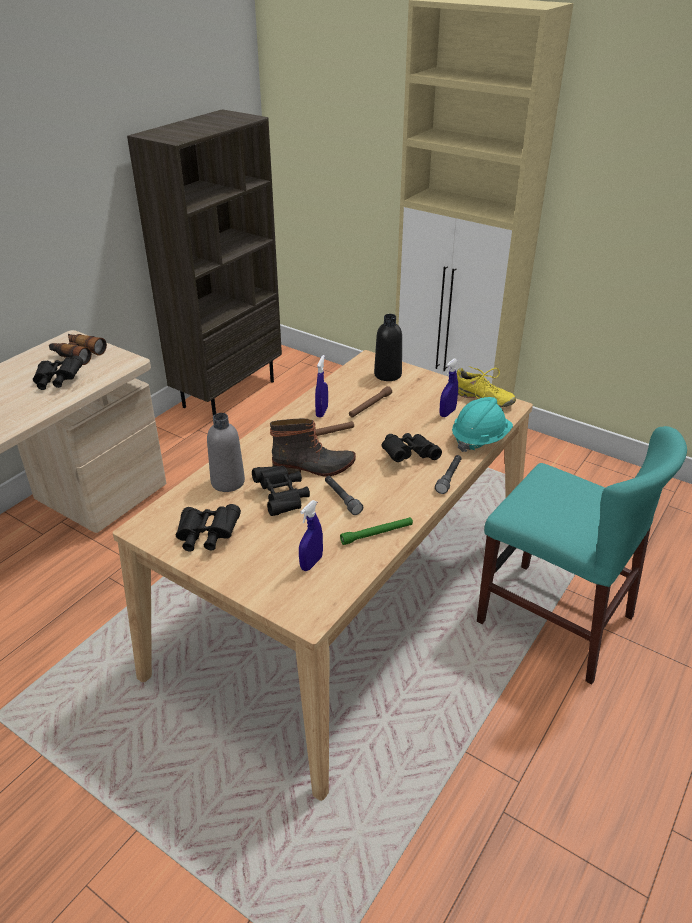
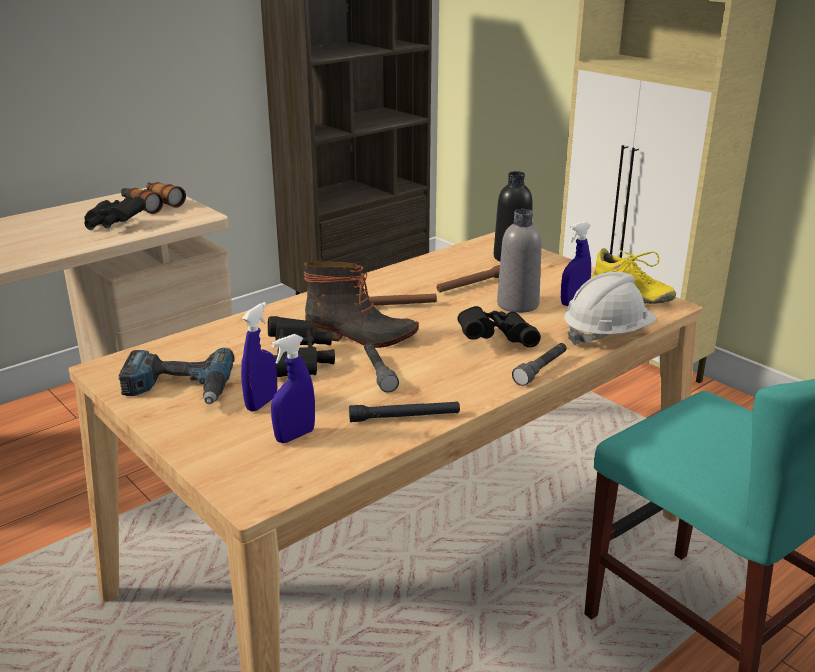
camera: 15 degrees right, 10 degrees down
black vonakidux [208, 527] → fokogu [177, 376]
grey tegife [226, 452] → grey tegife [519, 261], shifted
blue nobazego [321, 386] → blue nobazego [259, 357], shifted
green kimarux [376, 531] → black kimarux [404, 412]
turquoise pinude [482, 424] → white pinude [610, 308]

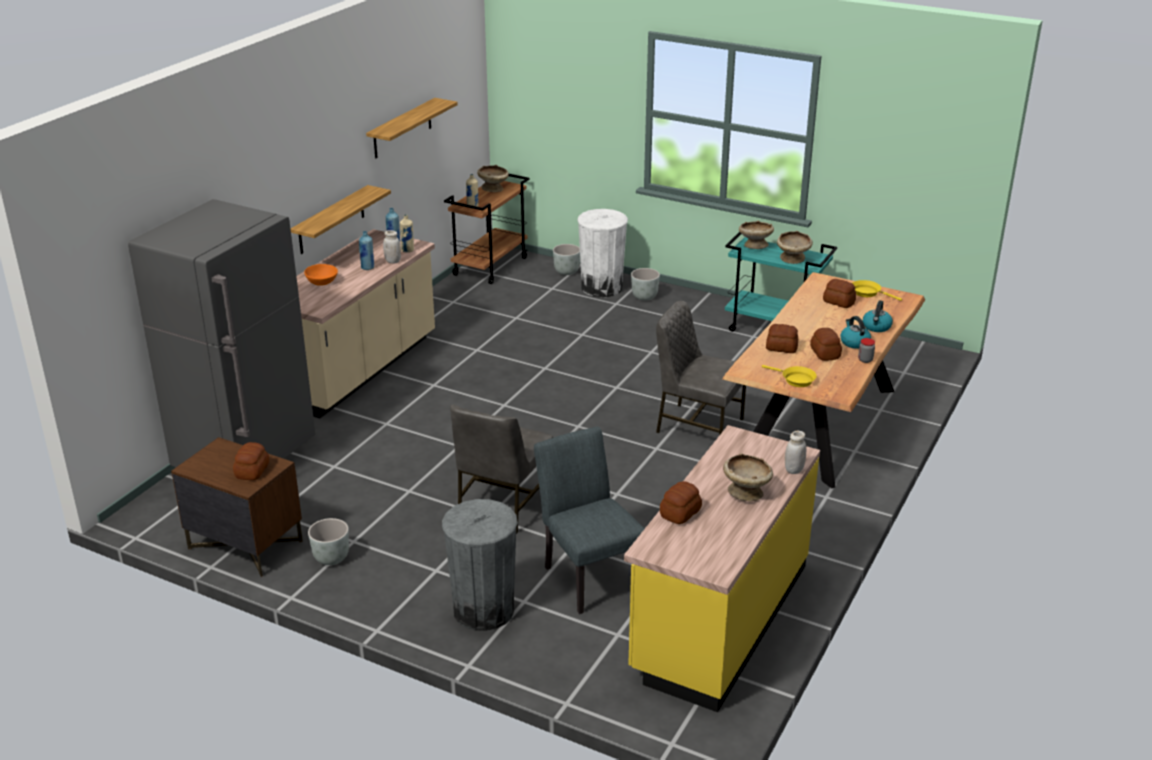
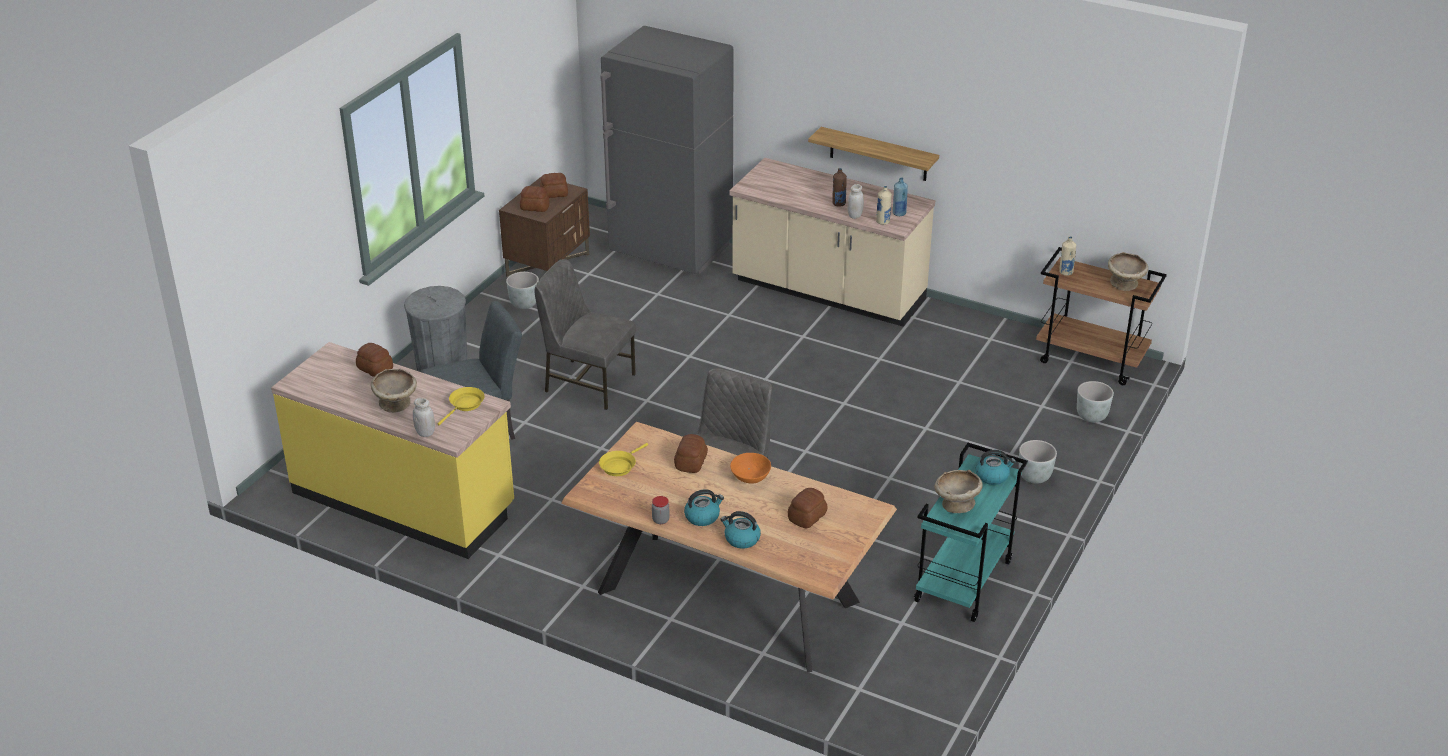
camera: 90 degrees right, 5 degrees up
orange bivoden [321, 275] → orange bivoden [750, 468], shifted
blue tegife [366, 250] → brown tegife [839, 187]
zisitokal [412, 128] → -
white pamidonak [602, 253] → -
beige bivoden [756, 235] → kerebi [996, 467]
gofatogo [826, 344] → gofatogo [554, 185], shifted
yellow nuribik [877, 290] → yellow nuribik [461, 406], shifted

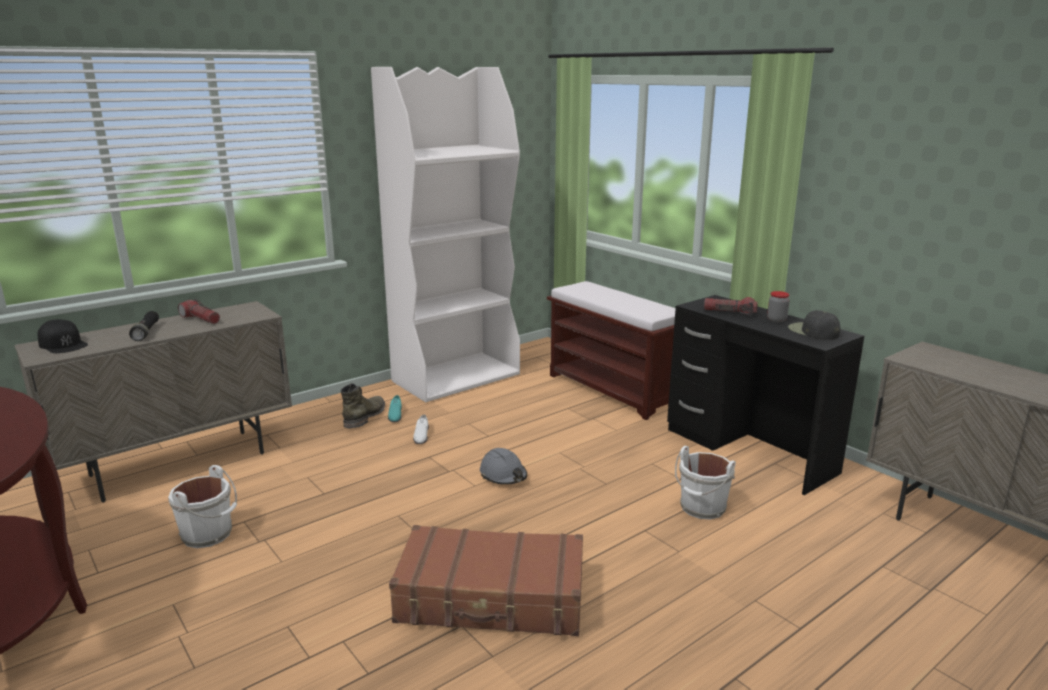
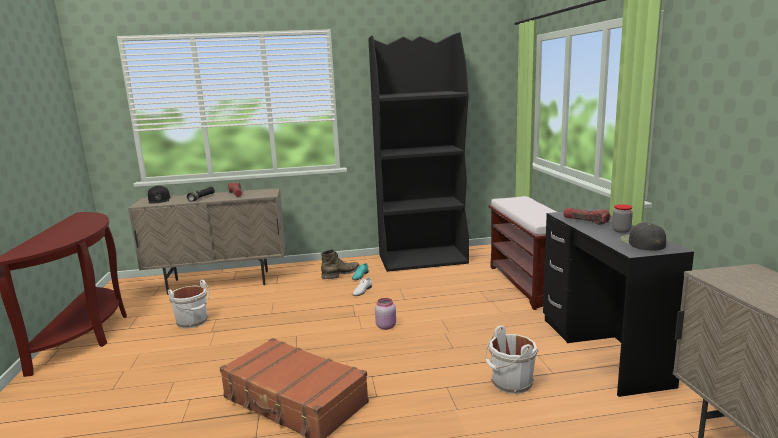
camera: 30 degrees right, 5 degrees down
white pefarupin [445, 234] → black pefarupin [418, 152]
grey pinude [503, 466] → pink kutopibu [385, 314]

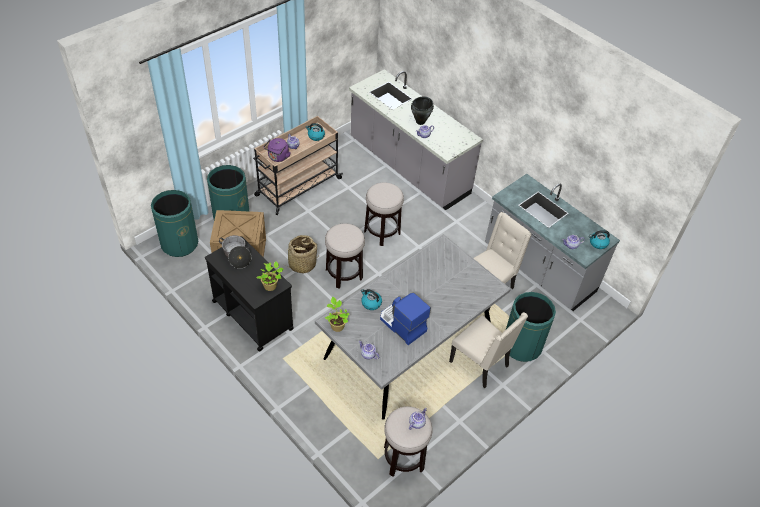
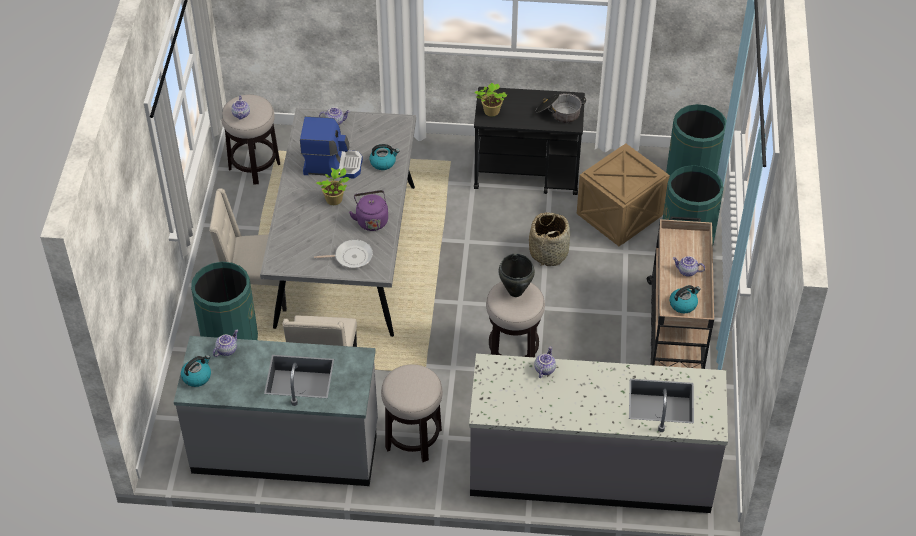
camera: 140 degrees right, 0 degrees up
purple kerebi [277, 150] → purple kerebi [368, 210], shifted
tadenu [345, 256] → tadenu [412, 413], shifted
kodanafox [337, 314] → kodanafox [333, 186], shifted
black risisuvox [422, 110] → black risisuvox [517, 275], shifted
- → nuribik [343, 254]

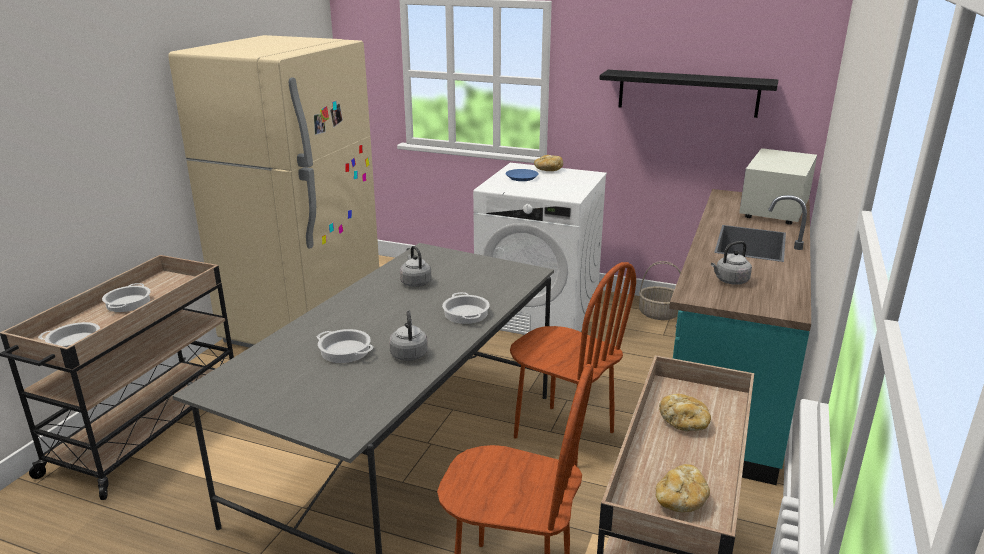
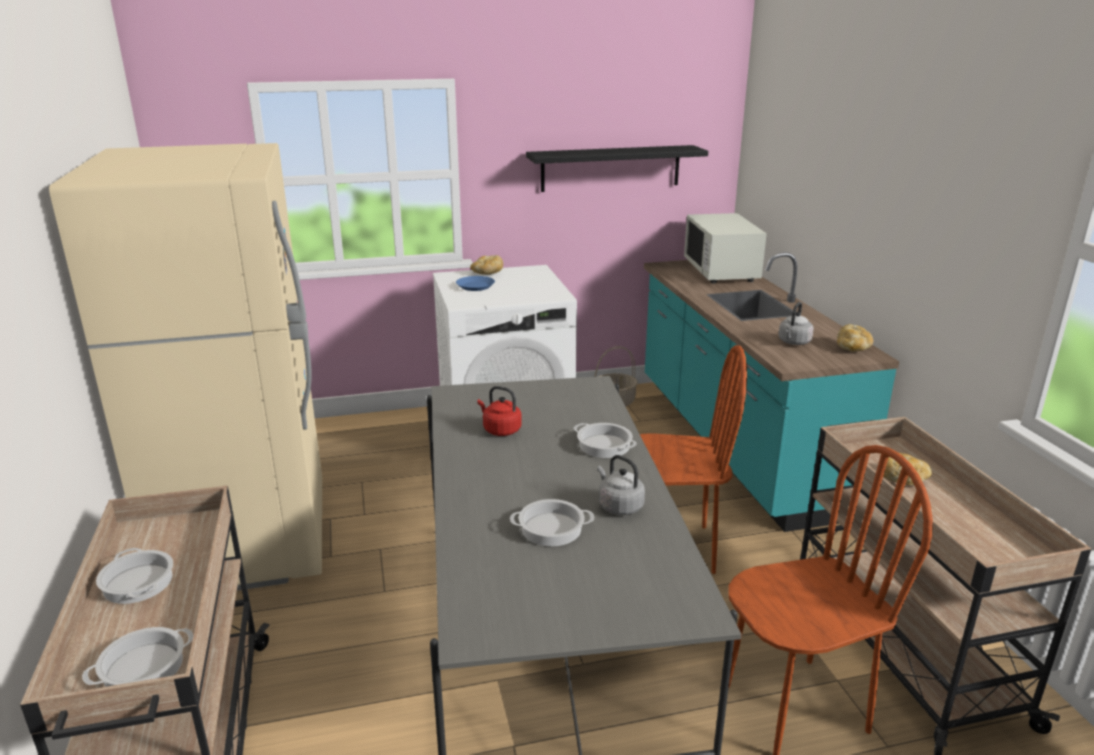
camera: 35 degrees left, 0 degrees up
grey kerebi [415, 266] → red kerebi [499, 411]
gofatogo [683, 488] → gofatogo [855, 338], shifted

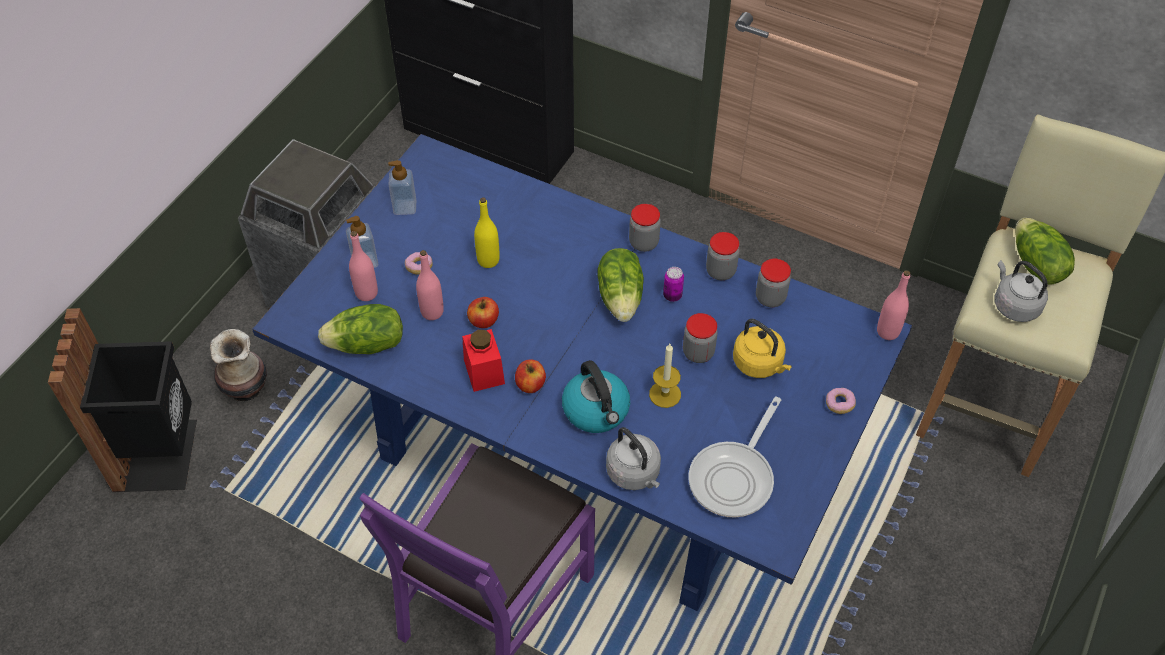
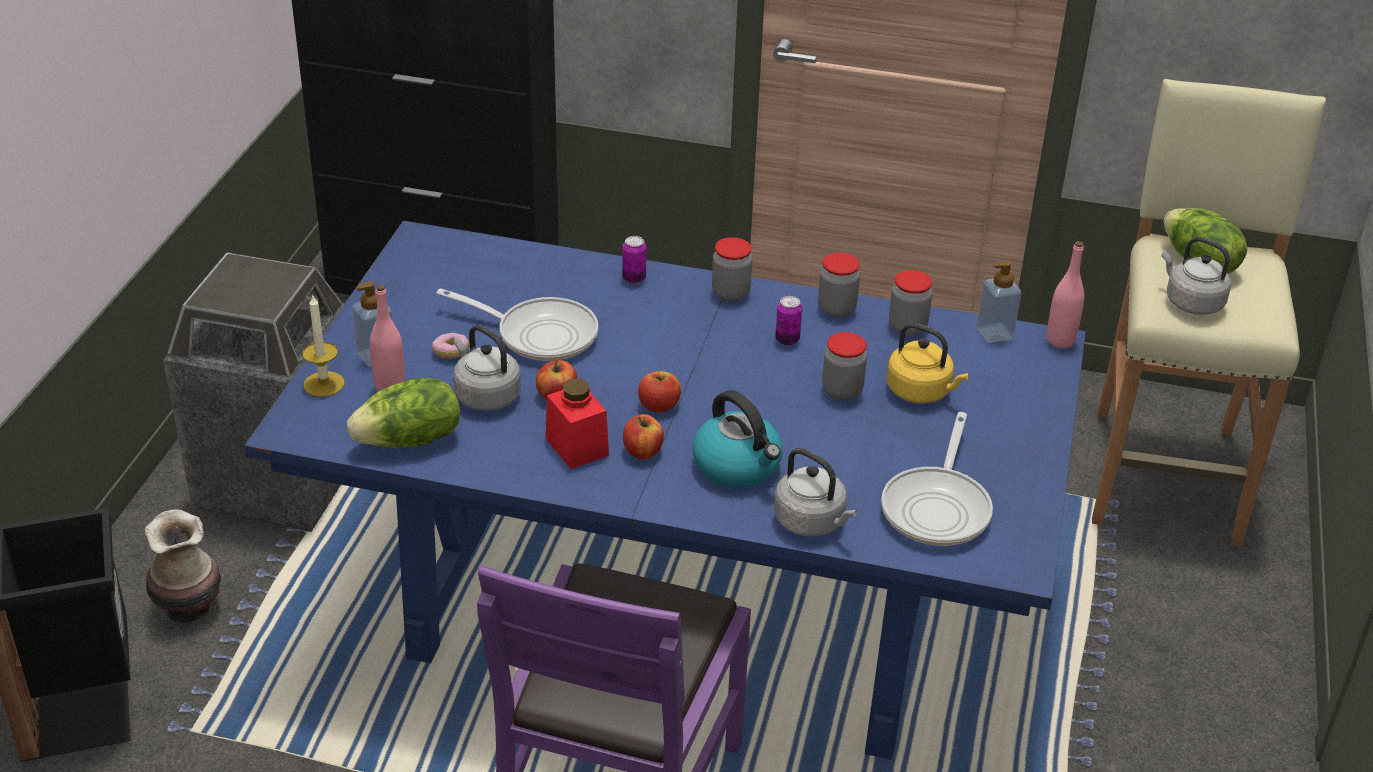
camera: 15 degrees left, 15 degrees down
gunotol [402, 187] → gunotol [999, 301], shifted
pink tegife [430, 285] → grey kerebi [487, 368]
yellow tegife [487, 232] → nuribik [517, 324]
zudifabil [620, 285] → -
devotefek [665, 376] → devotefek [323, 345], shifted
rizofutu [841, 401] → -
- → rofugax [634, 260]
- → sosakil [659, 391]

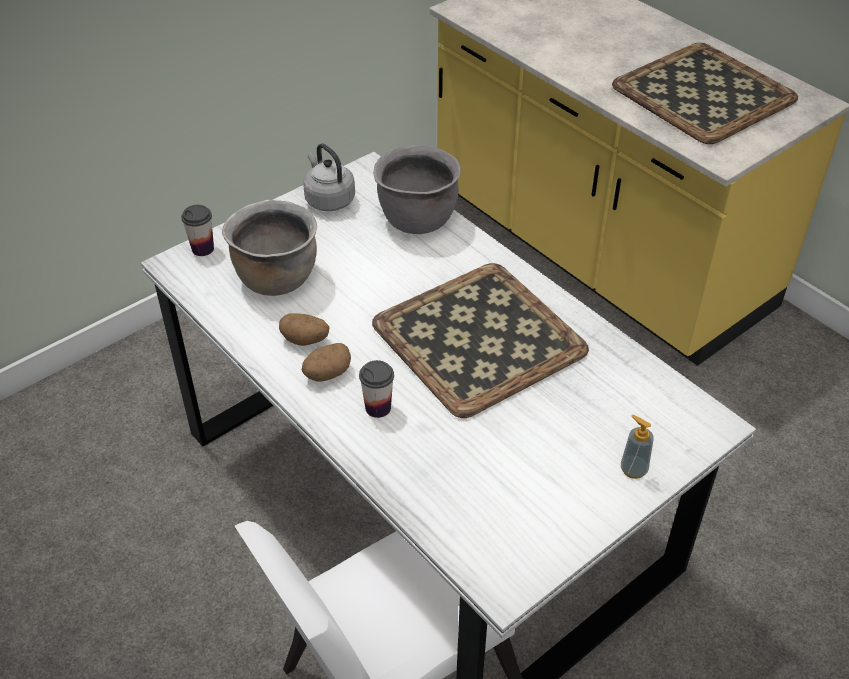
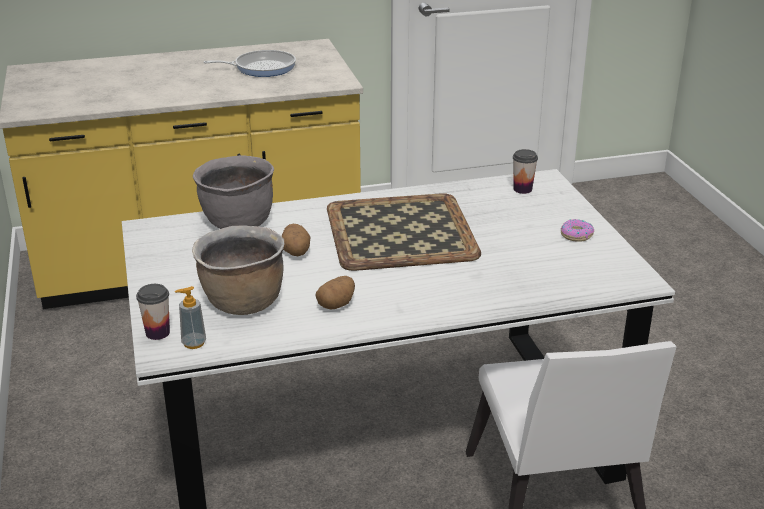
camera: 65 degrees left, 15 degrees down
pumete [326, 362] → pumete [296, 240], shifted
grey kerebi [329, 177] → -
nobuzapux [376, 389] → nobuzapux [525, 171], shifted
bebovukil [705, 93] → nuribik [250, 63]
gunotol [637, 447] → gunotol [190, 317], shifted
- → rizofutu [577, 230]

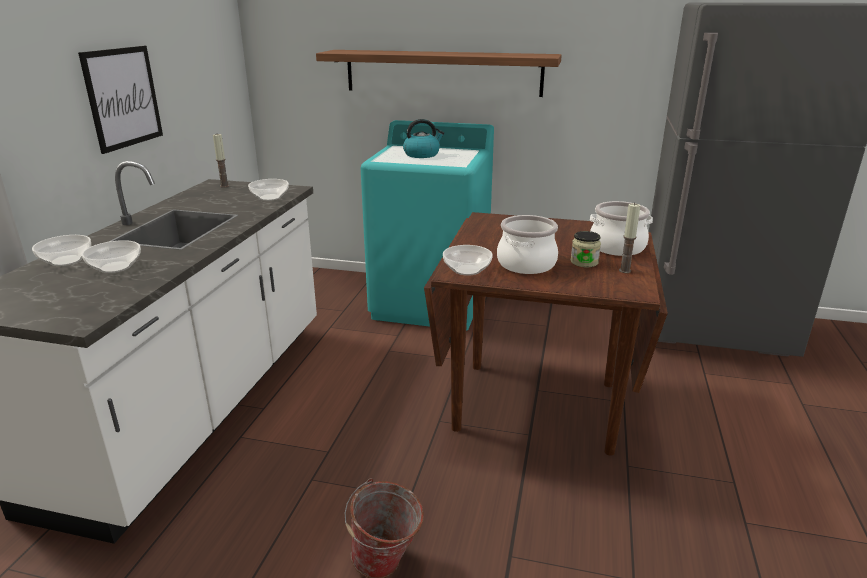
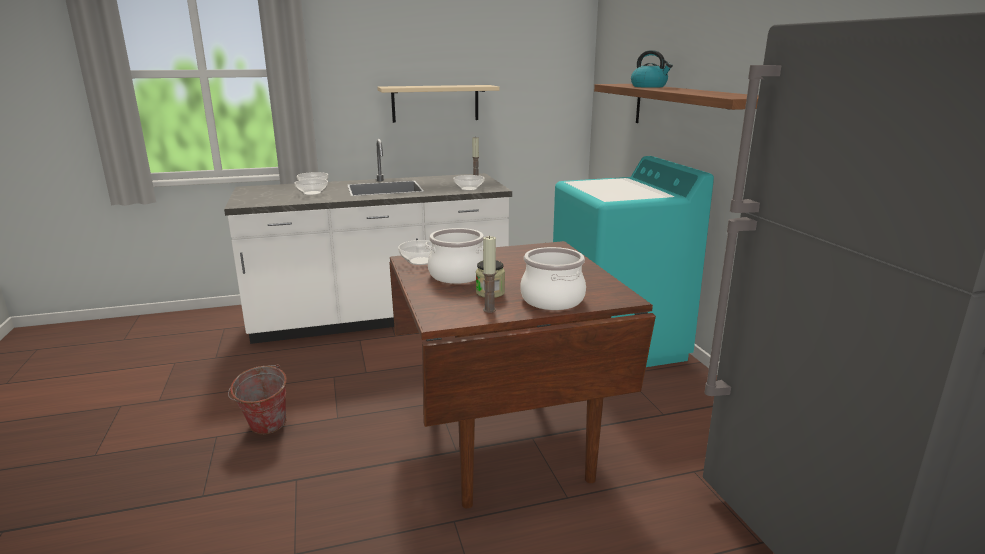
camera: 60 degrees right, 5 degrees down
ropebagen [120, 100] → beige zisitokal [438, 104]
kerebi [423, 138] → kerebi [652, 69], shifted

